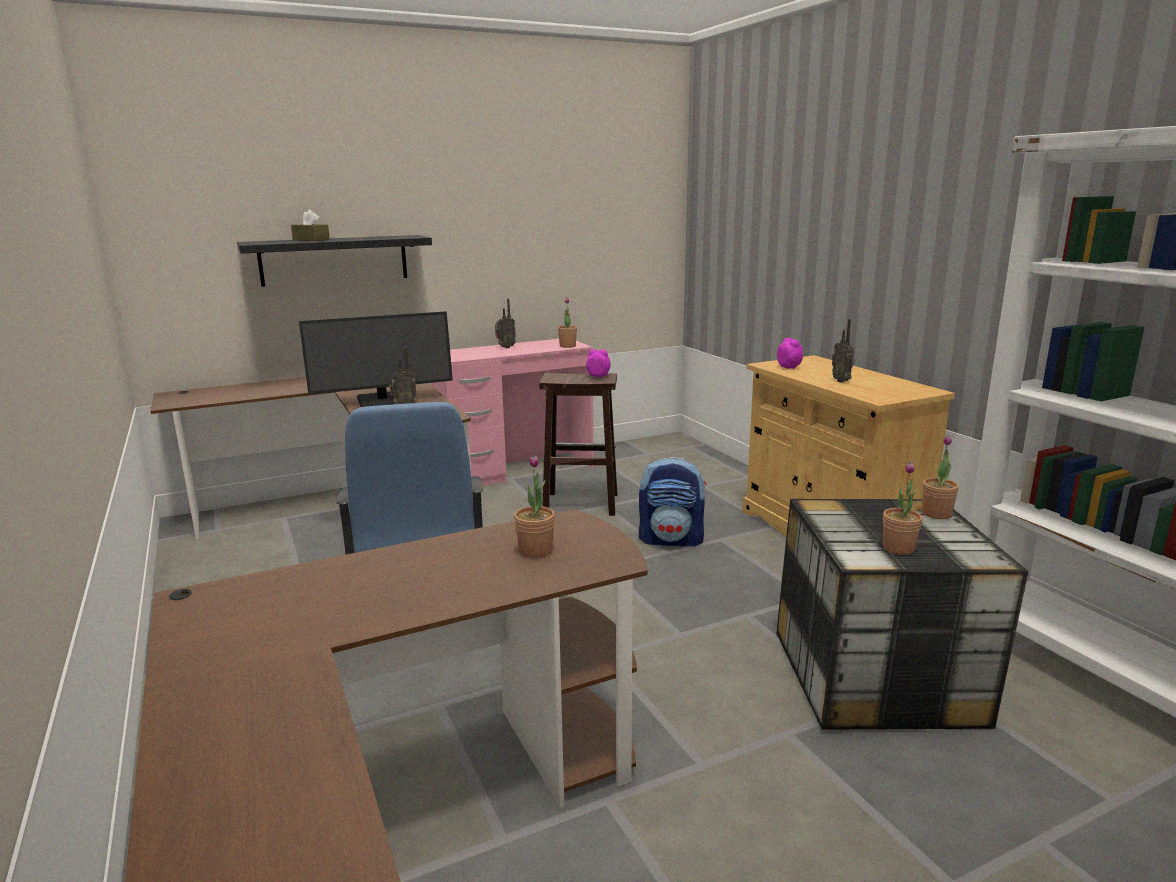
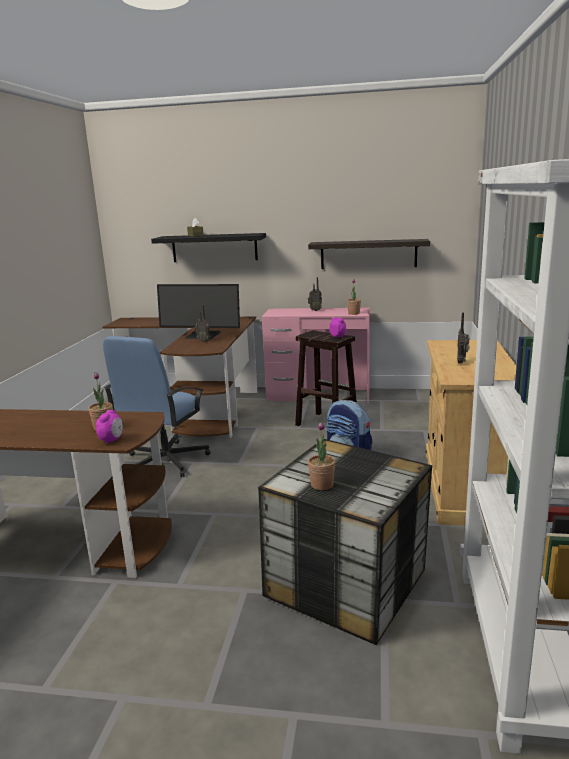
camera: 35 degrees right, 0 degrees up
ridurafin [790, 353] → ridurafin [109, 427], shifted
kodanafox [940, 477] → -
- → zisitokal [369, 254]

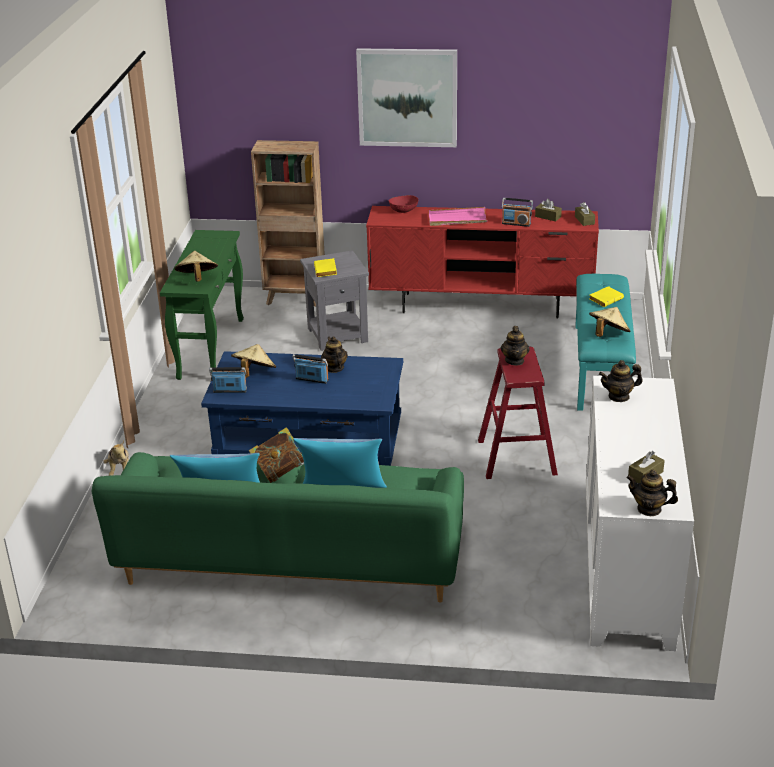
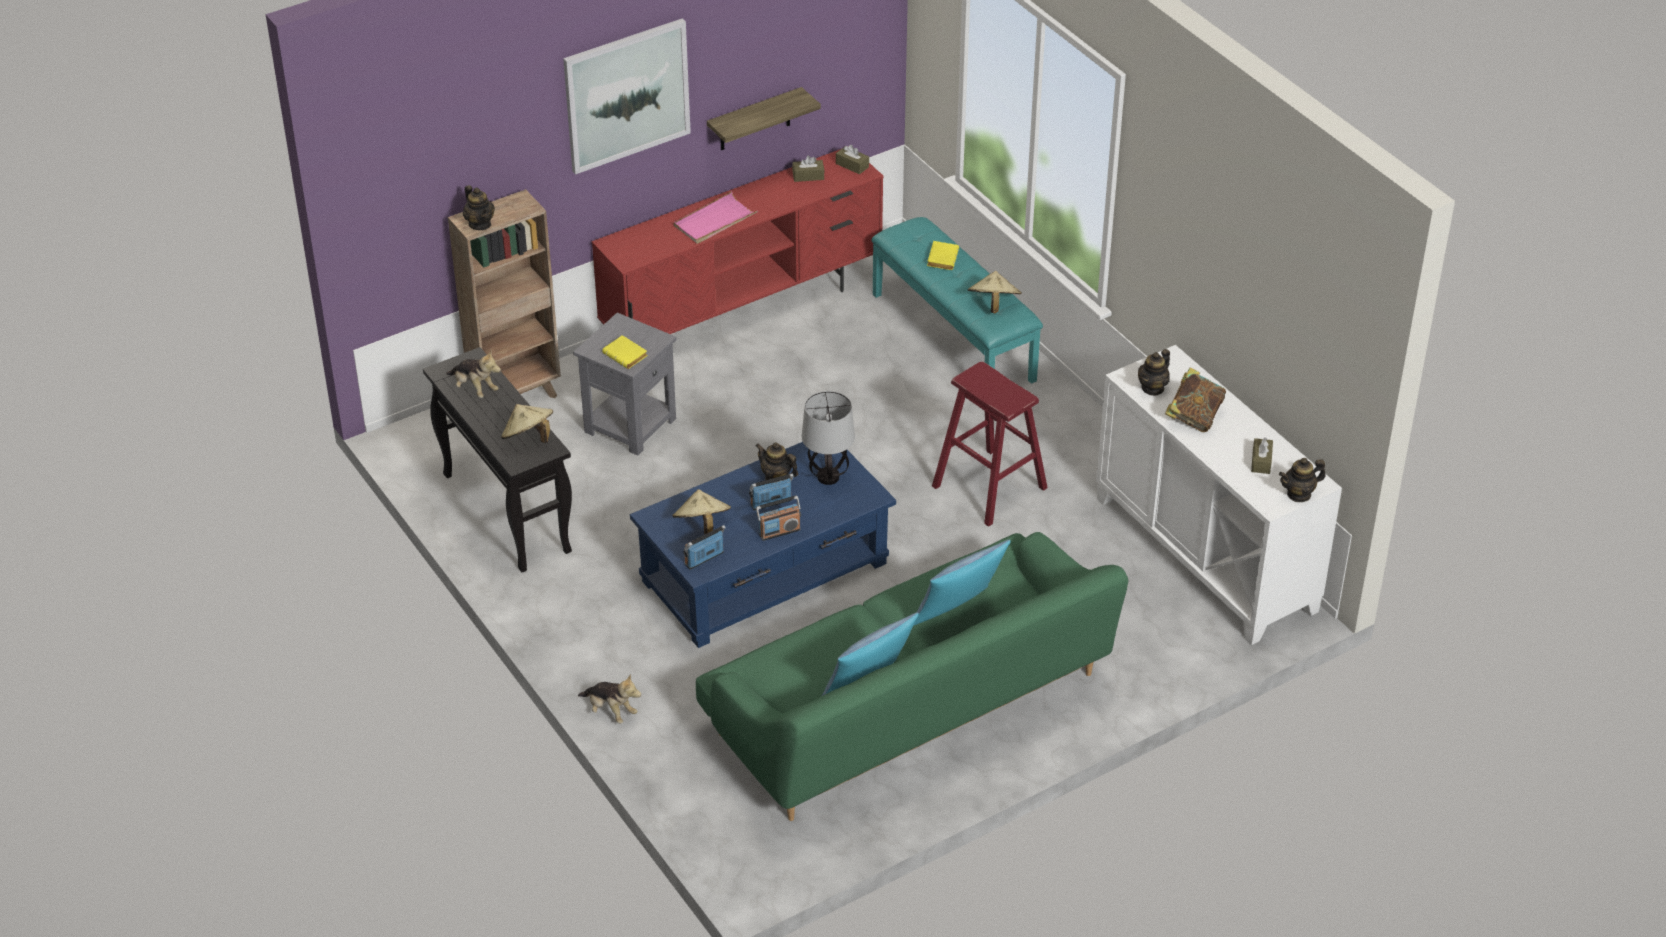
camera: 40 degrees left, 10 degrees up
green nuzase [202, 305] → black nuzase [497, 459]
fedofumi [276, 455] → fedofumi [1195, 399], shifted
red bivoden [403, 204] → -
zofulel [515, 346] → zofulel [479, 207], shifted
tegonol [517, 212] → tegonol [778, 518], shifted
- → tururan [473, 374]
- → zisitokal [764, 118]
- → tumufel [828, 438]

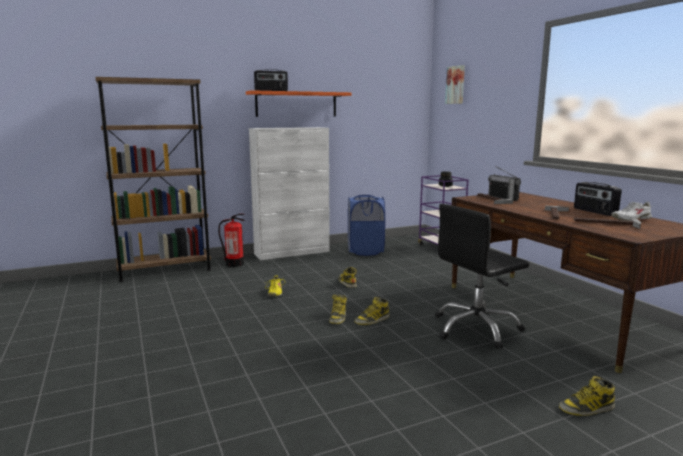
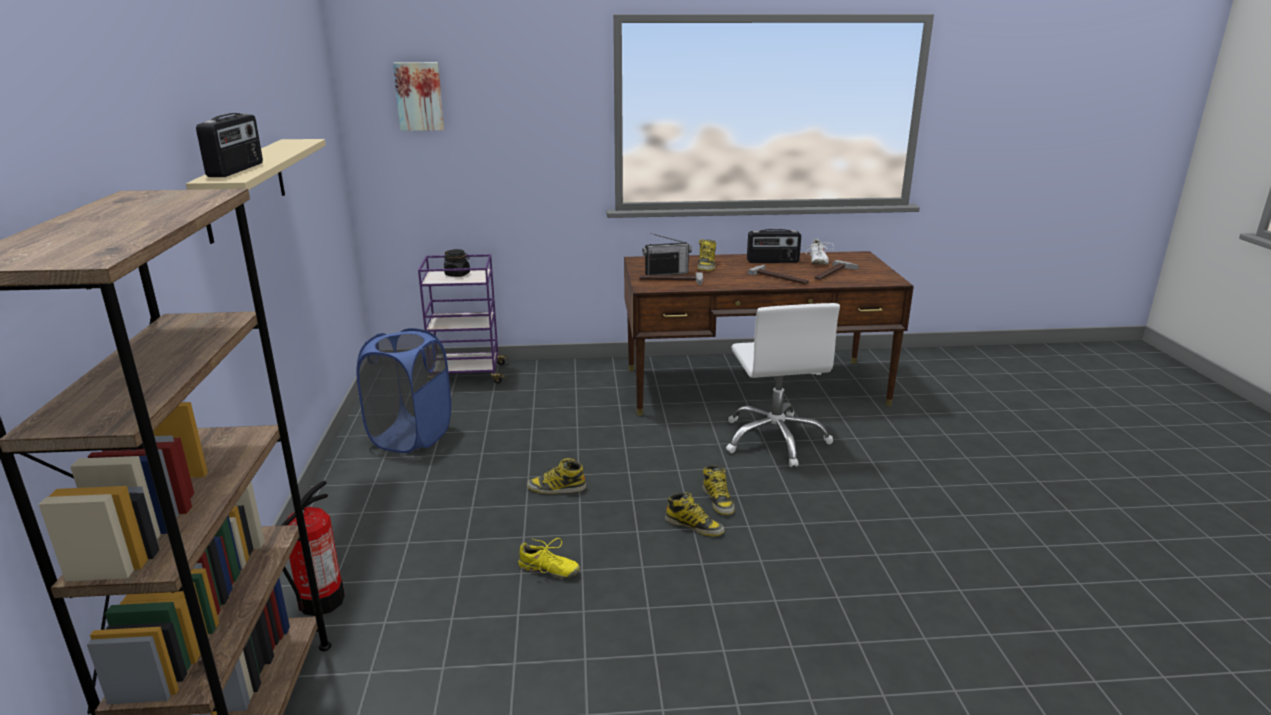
camera: 70 degrees left, 10 degrees up
orange zisitokal [298, 103] → beige zisitokal [256, 191]
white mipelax [289, 193] → -
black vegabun [482, 276] → white vegabun [783, 385]
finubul [587, 396] → finubul [706, 255], shifted

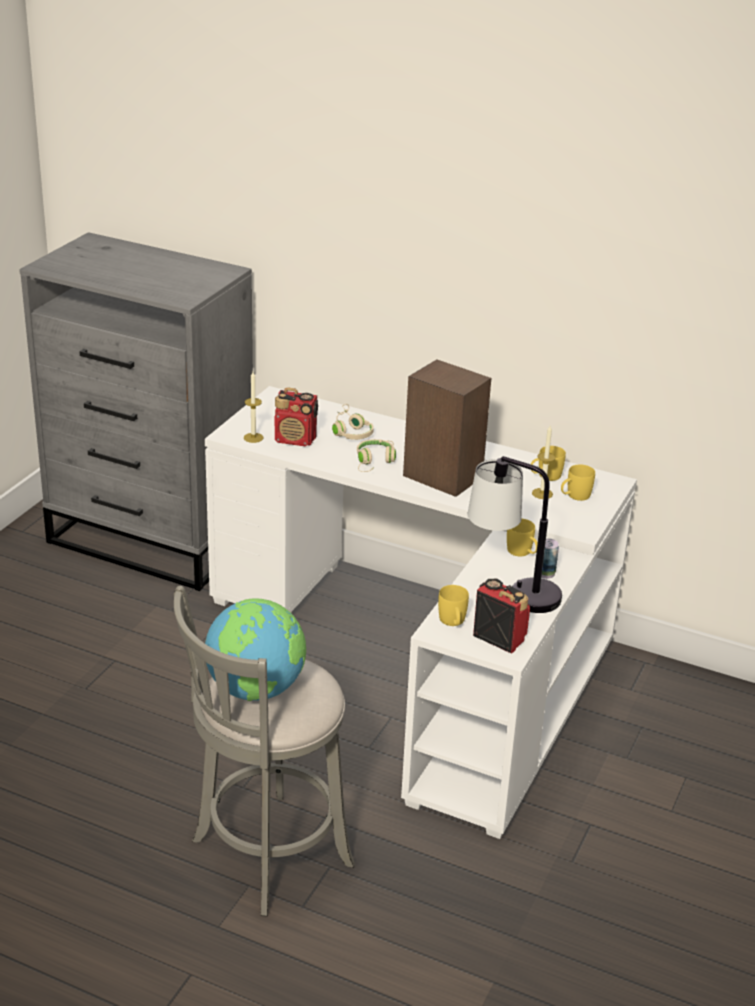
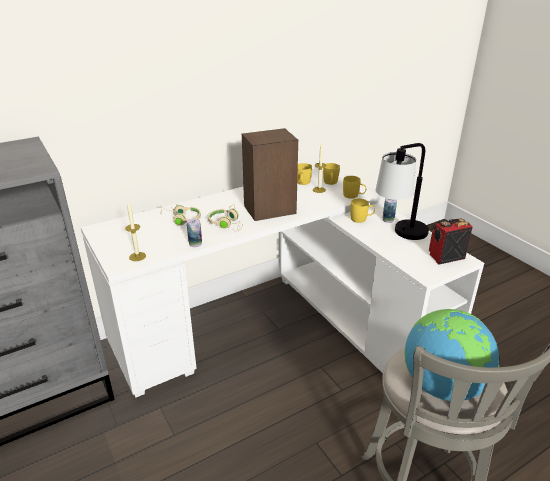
camera: 55 degrees left, 0 degrees up
tegonol [296, 417] → -
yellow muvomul [453, 605] → yellow muvomul [354, 187], shifted
- → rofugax [194, 232]

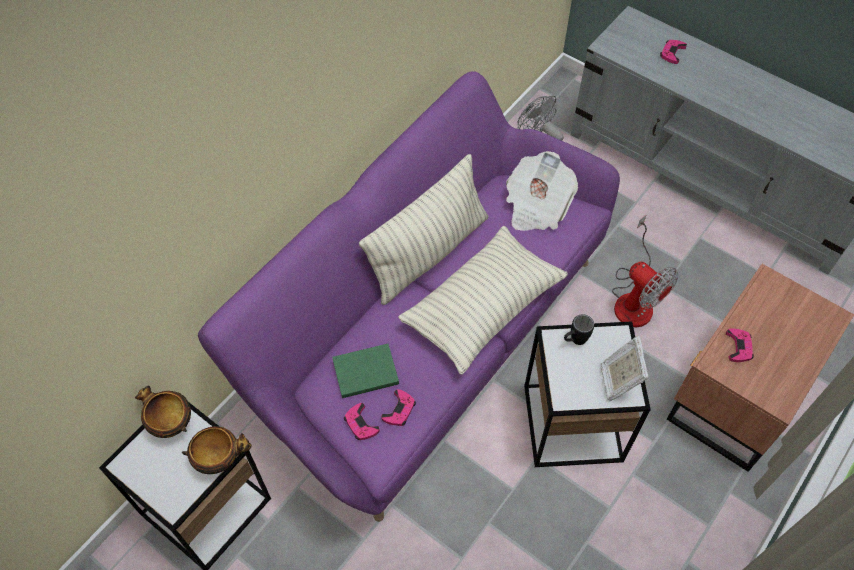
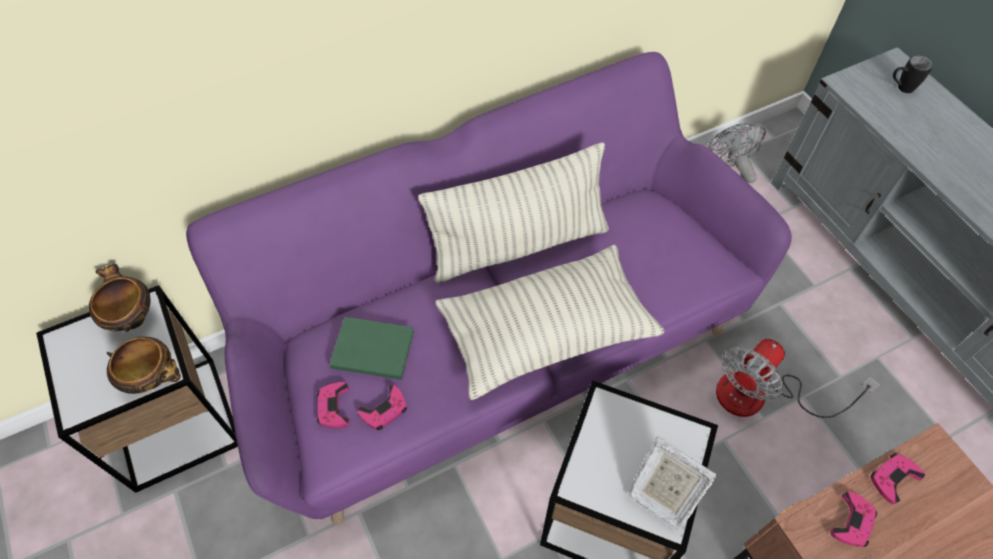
camera: 25 degrees right, 0 degrees up
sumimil [542, 191] → -
black muvomul [579, 329] → black muvomul [913, 74], shifted
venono [625, 368] → venono [673, 482], 75 degrees counterclockwise
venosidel [645, 271] → venosidel [798, 378], 60 degrees clockwise
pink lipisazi [673, 52] → pink lipisazi [898, 478], shifted

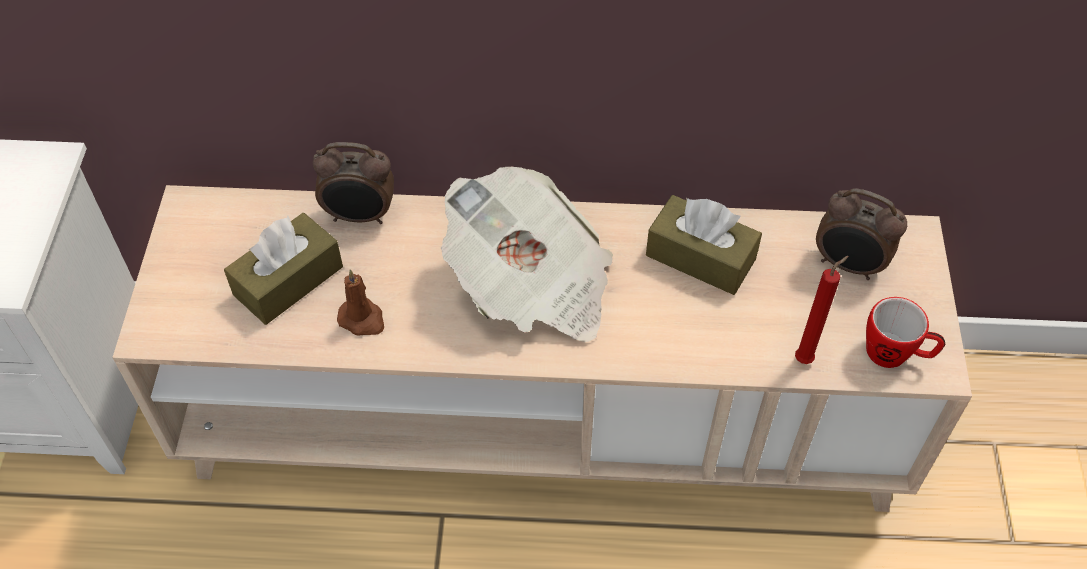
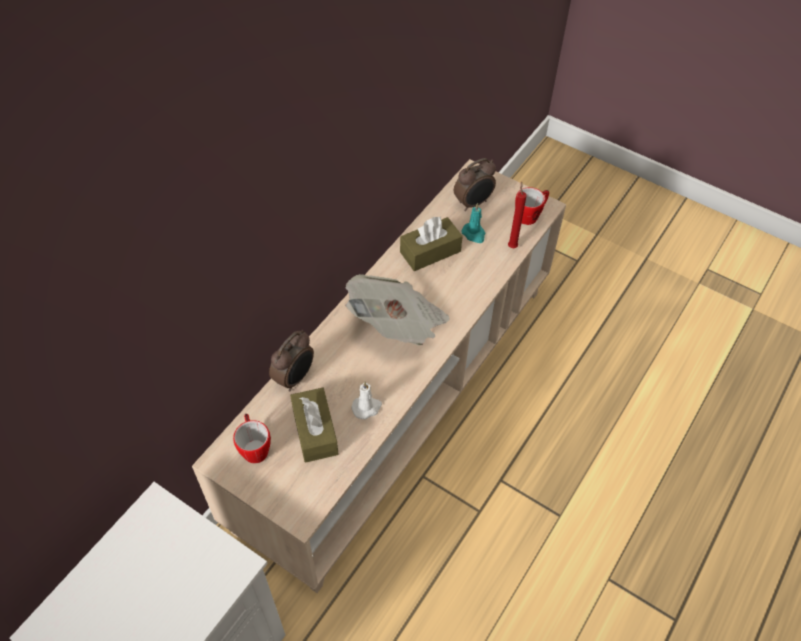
camera: 60 degrees left, 0 degrees up
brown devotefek [360, 302] → white devotefek [366, 401]
- → muvomul [252, 438]
- → turquoise devotefek [473, 223]

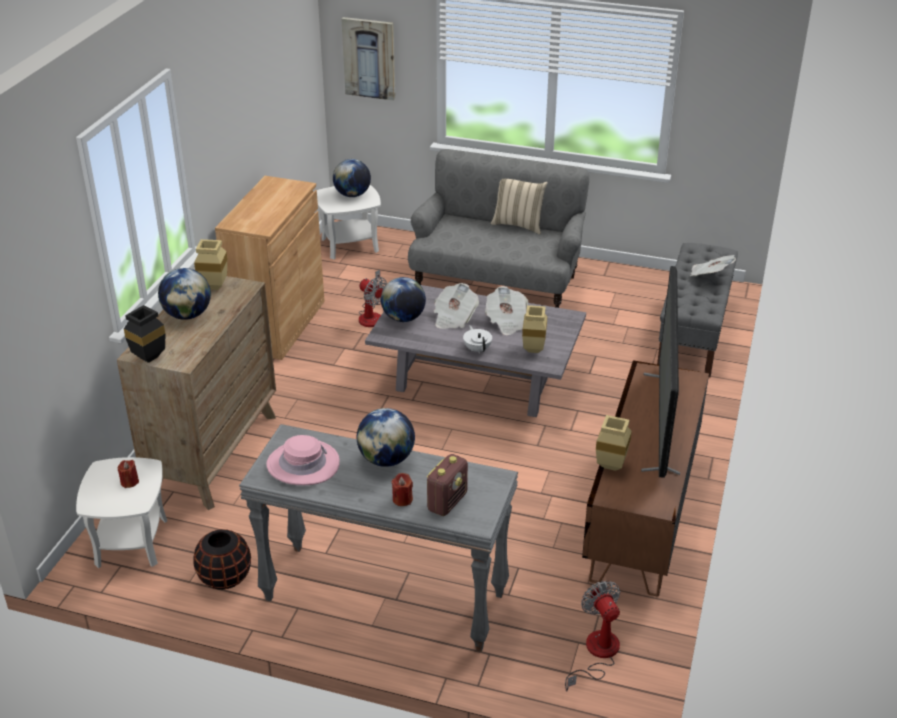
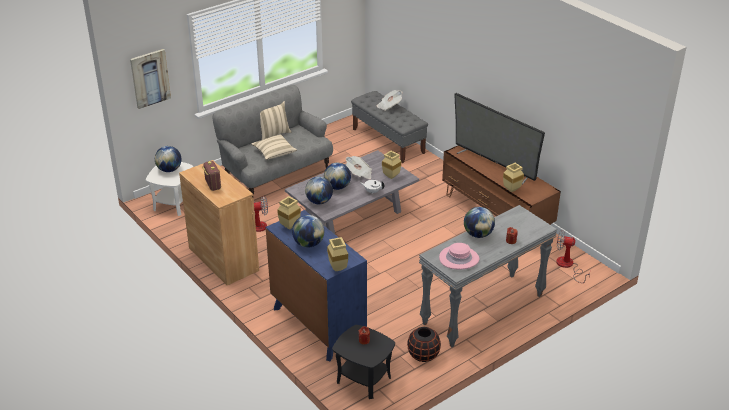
camera: 55 degrees left, 0 degrees up
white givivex [121, 512] → black givivex [363, 362]
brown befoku [196, 393] → blue befoku [316, 286]
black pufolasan [145, 334] → beige pufolasan [337, 254]
tegonol [447, 485] → tegonol [211, 176], shifted
sumimil [456, 306] → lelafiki [337, 176]
- → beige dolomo [274, 147]

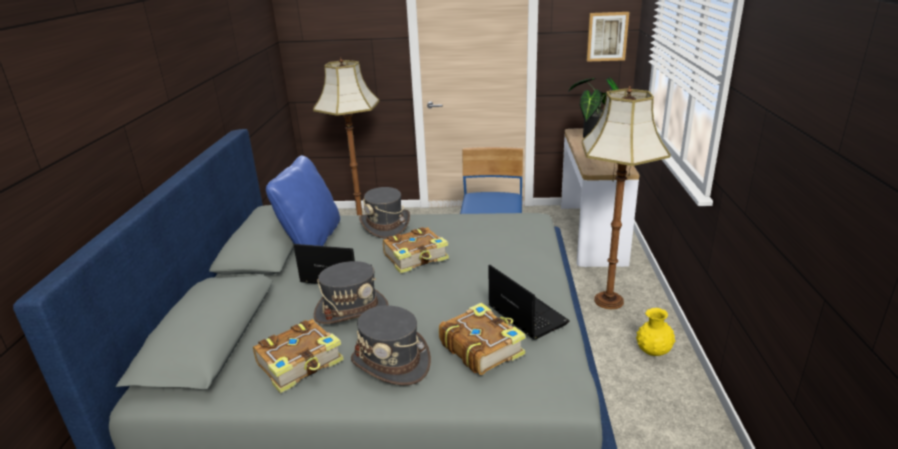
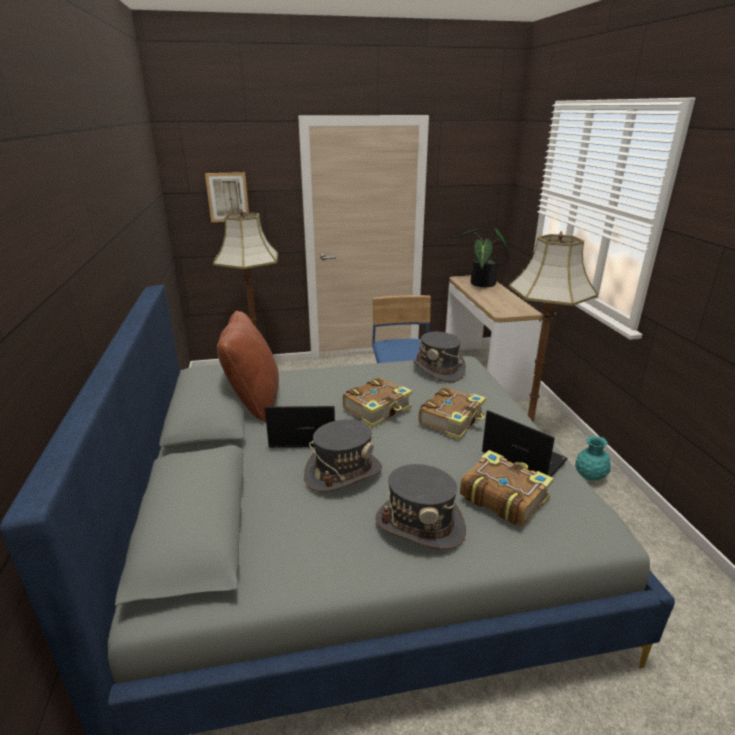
camera: 15 degrees left, 0 degrees up
fedofumi [298, 356] → fedofumi [452, 413], shifted
blue dolomo [303, 200] → brown dolomo [248, 366]
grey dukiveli [384, 213] → grey dukiveli [439, 357], shifted
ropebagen [608, 37] → ropebagen [227, 197], shifted
yellow pufolasan [655, 332] → turquoise pufolasan [593, 458]

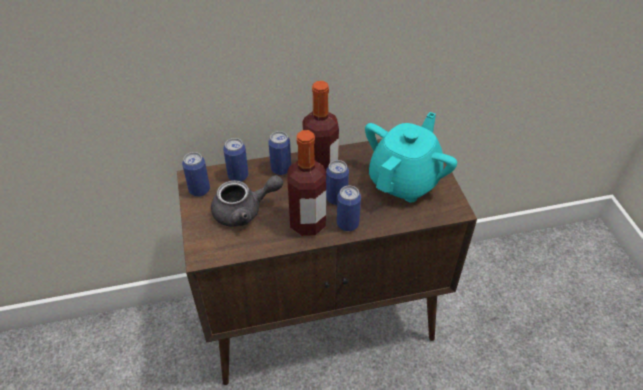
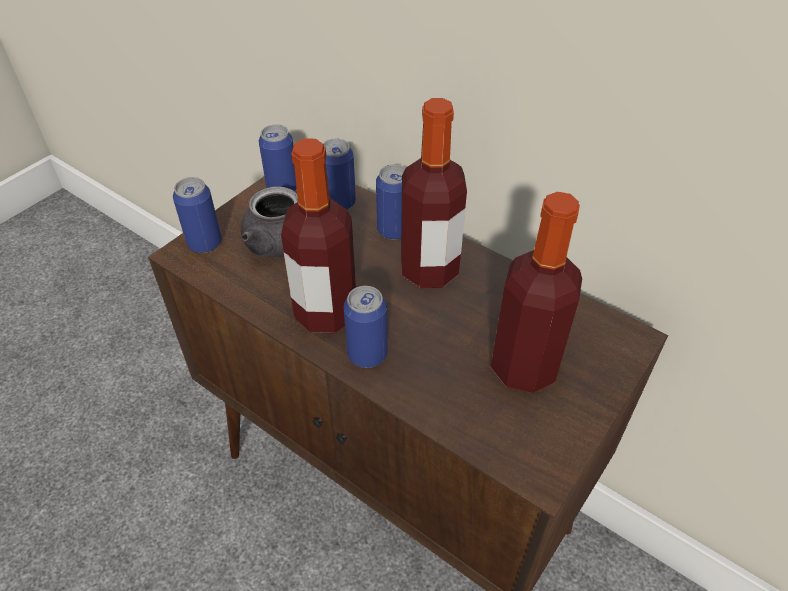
camera: 50 degrees right, 0 degrees up
rofugax [337, 182] → rofugax [197, 215], shifted
turquoise zofulel [411, 157] → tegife [536, 292]

